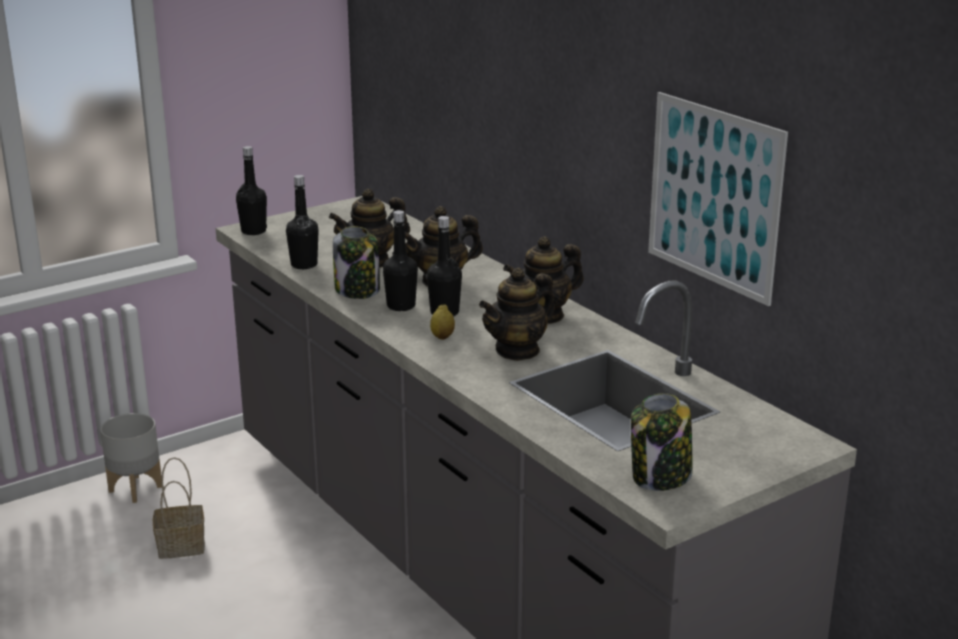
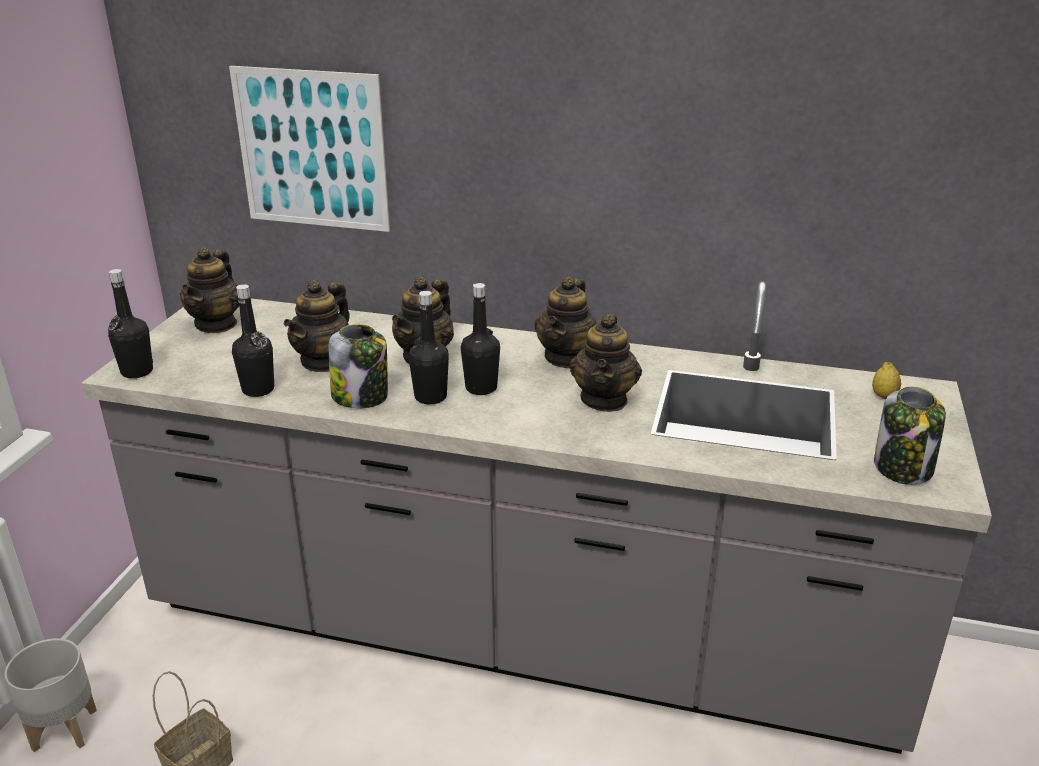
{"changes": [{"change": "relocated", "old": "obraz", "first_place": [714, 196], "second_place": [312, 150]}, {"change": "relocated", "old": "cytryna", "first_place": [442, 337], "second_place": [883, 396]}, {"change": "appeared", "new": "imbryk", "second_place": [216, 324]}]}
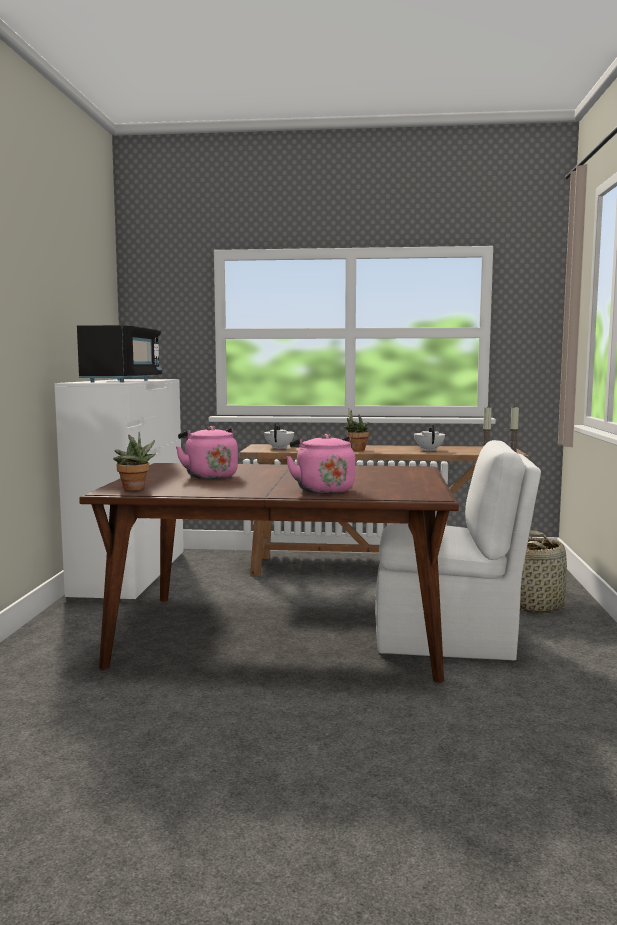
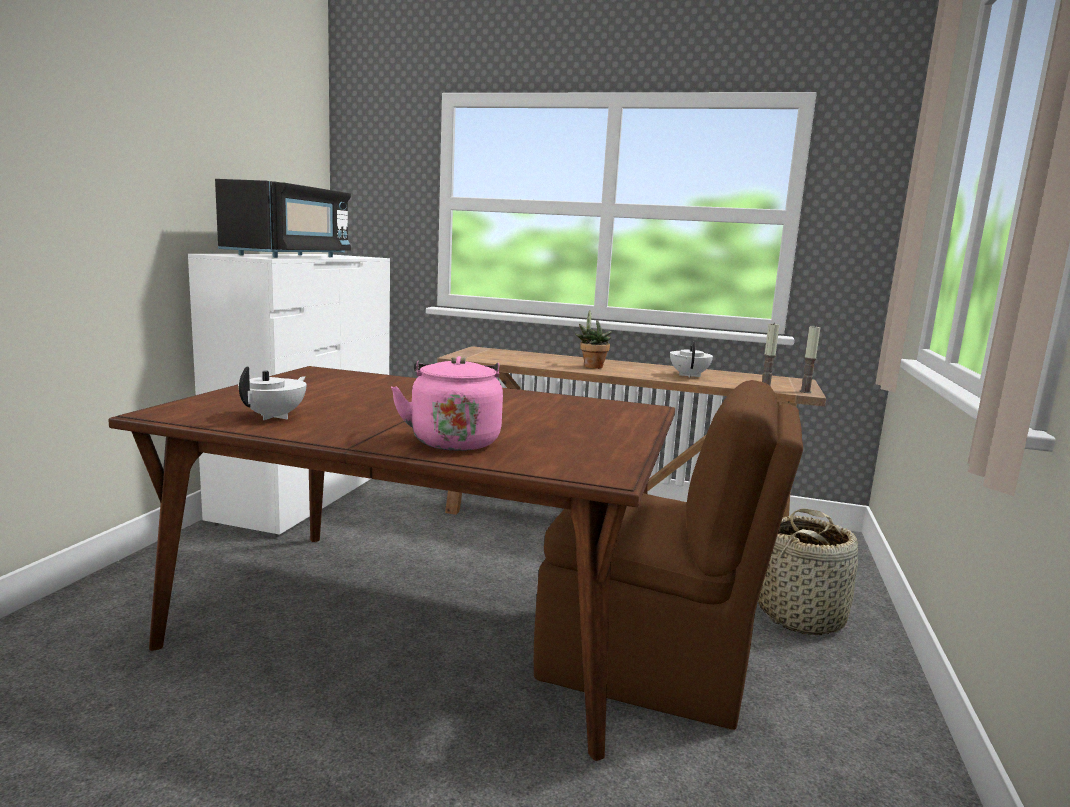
{"changes": [{"change": "relocated", "old": "imbryk/biały", "first_place": [279, 448], "second_place": [275, 416]}, {"change": "missing", "old": "czajnik/różowy", "first_place": [209, 476]}, {"change": "missing", "old": "roślina doniczkowa", "first_place": [135, 489]}, {"change": "colour", "old": "krzesło/biały", "new": "krzesło/brązowy", "first_place": [448, 639], "second_place": [650, 665]}]}
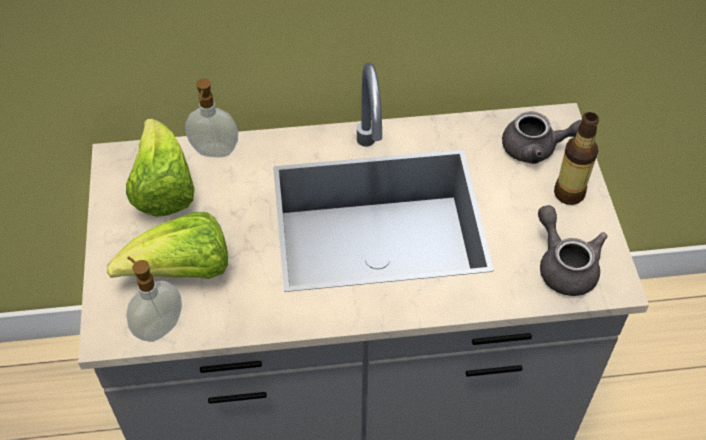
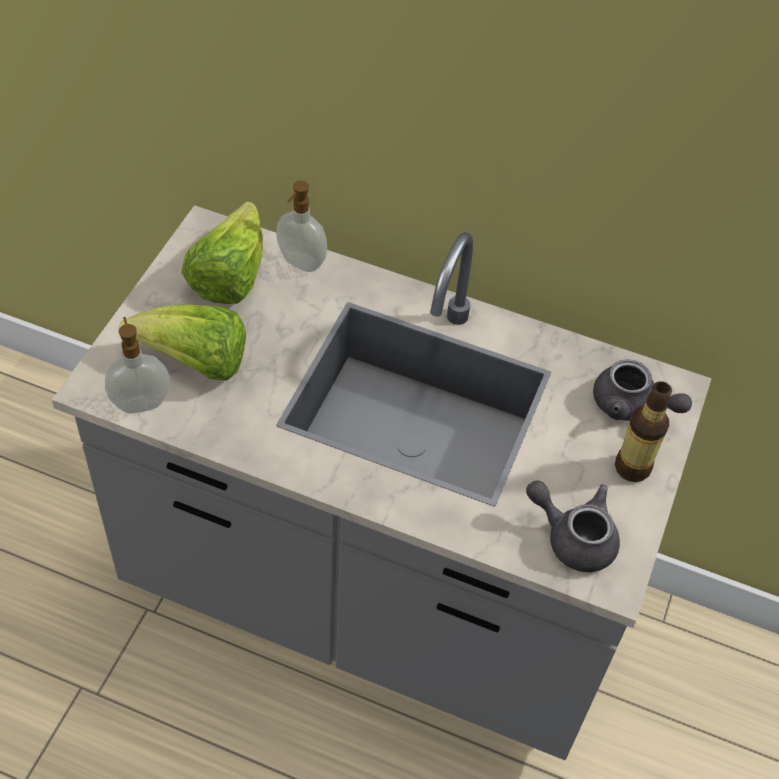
{"changes": [{"change": "spun", "old": "imbryk/szary", "first_place": [564, 265], "second_place": [573, 537], "degrees": -60}]}
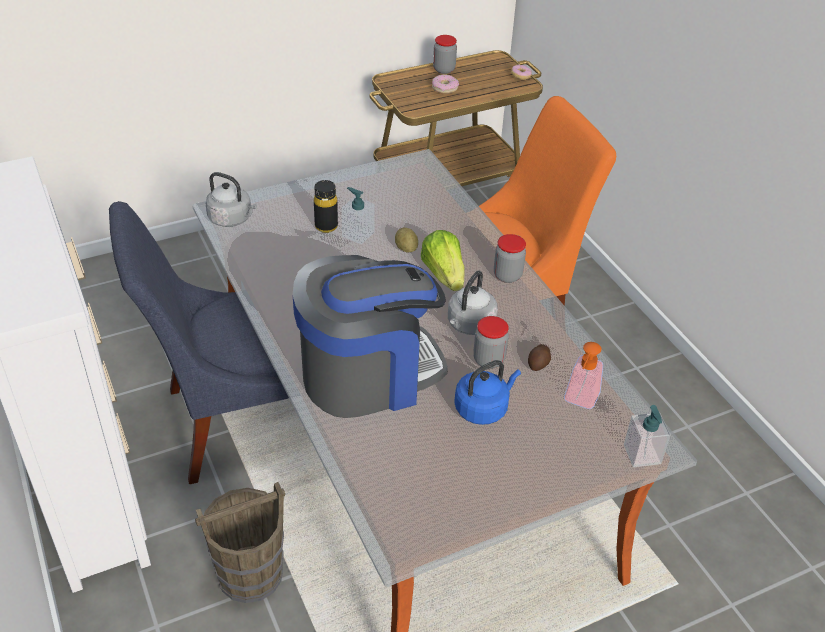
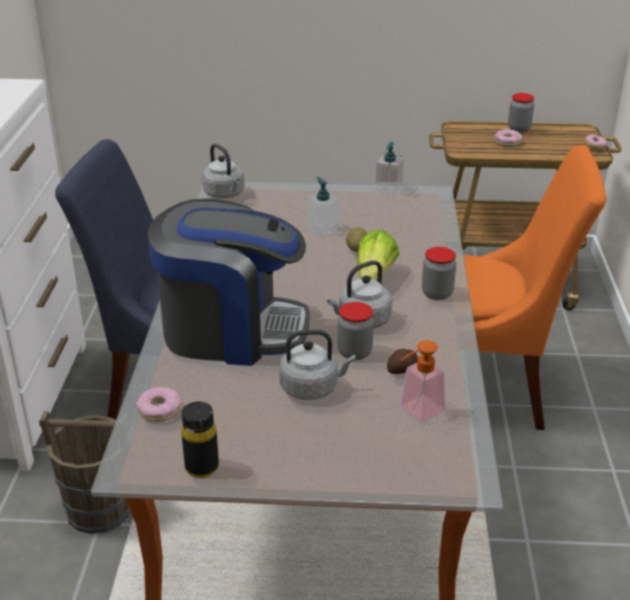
{"changes": [{"change": "relocated", "old": "butelka/czarny", "first_place": [326, 226], "second_place": [202, 467]}, {"change": "colour", "old": "czajnik/niebieski", "new": "czajnik/szary", "first_place": [483, 408], "second_place": [312, 388]}, {"change": "relocated", "old": "dozownik mydła", "first_place": [642, 454], "second_place": [388, 189]}, {"change": "appeared", "new": "donut", "second_place": [159, 410]}]}
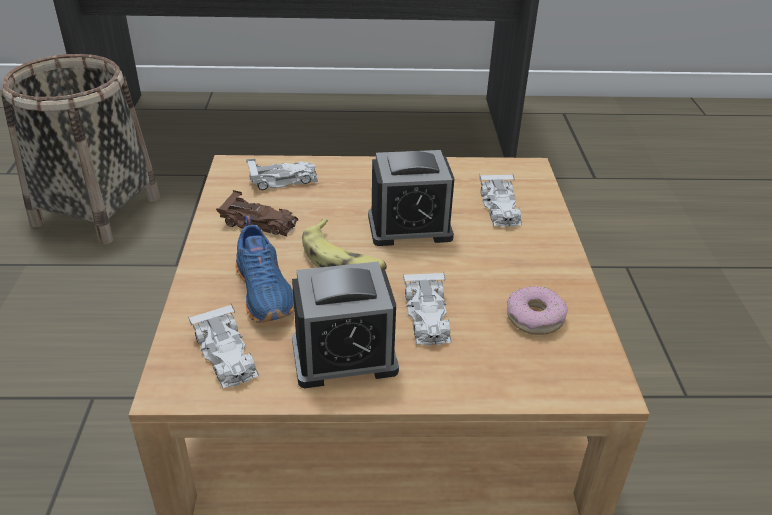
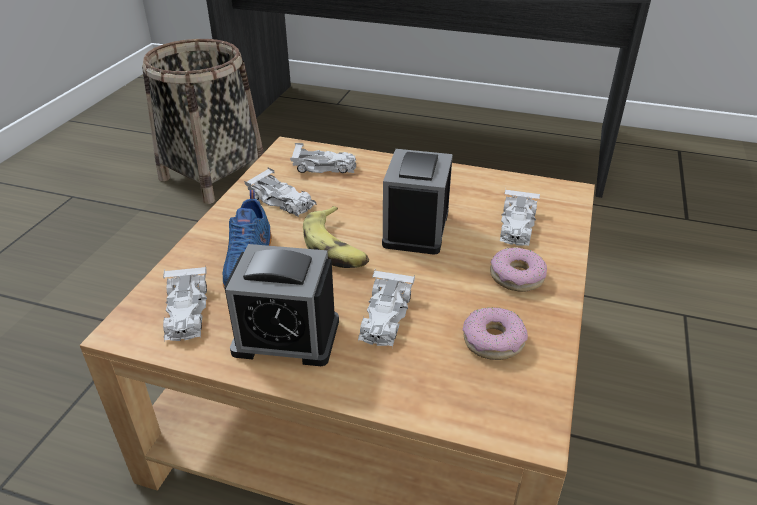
{"changes": [{"change": "spun", "old": "budzik", "first_place": [409, 227], "second_place": [416, 228], "degrees": 90}, {"change": "colour", "old": "samochodzik/brązowy", "new": "samochodzik/biały", "first_place": [260, 223], "second_place": [282, 201]}, {"change": "appeared", "new": "donut", "second_place": [516, 276]}]}
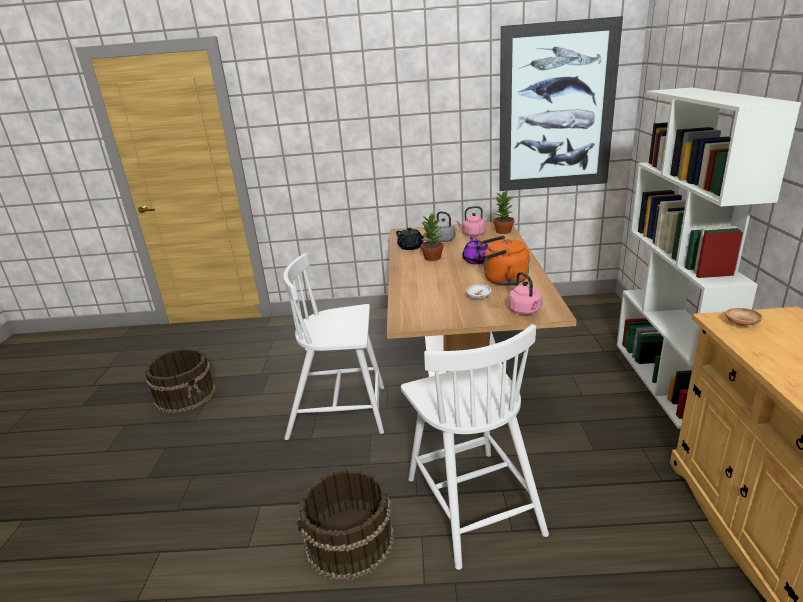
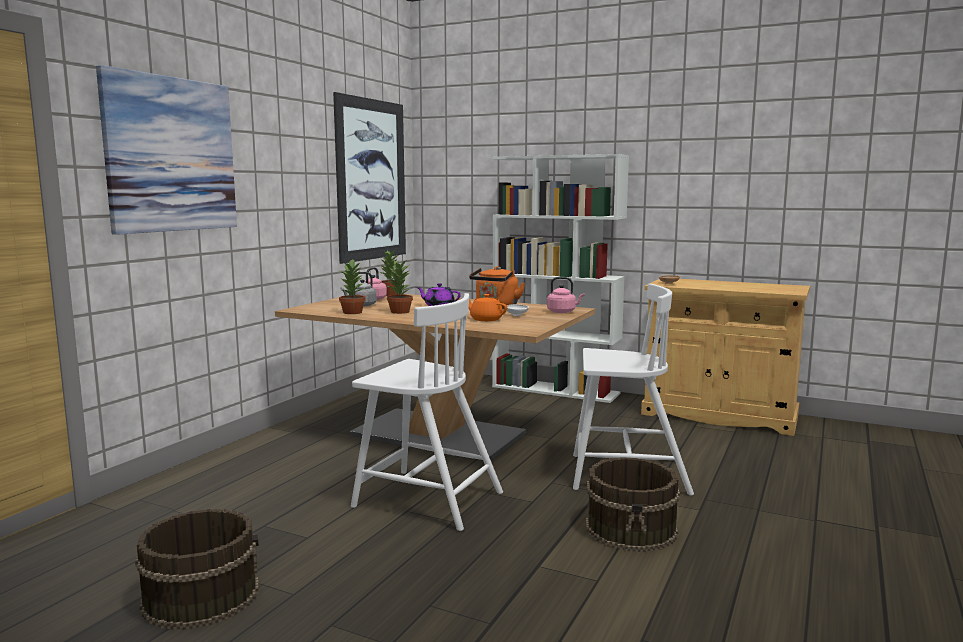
{"changes": [{"change": "exchanged", "old": "imbryk/czarny", "new": "roślina doniczkowa", "first_place": [411, 247], "second_place": [353, 312]}, {"change": "spun", "old": "krzesło/biały", "first_place": [340, 412], "second_place": [425, 499], "degrees": -90}, {"change": "appeared", "new": "obraz", "second_place": [171, 155]}, {"change": "appeared", "new": "imbryk/pomarańczowy", "second_place": [485, 319]}]}
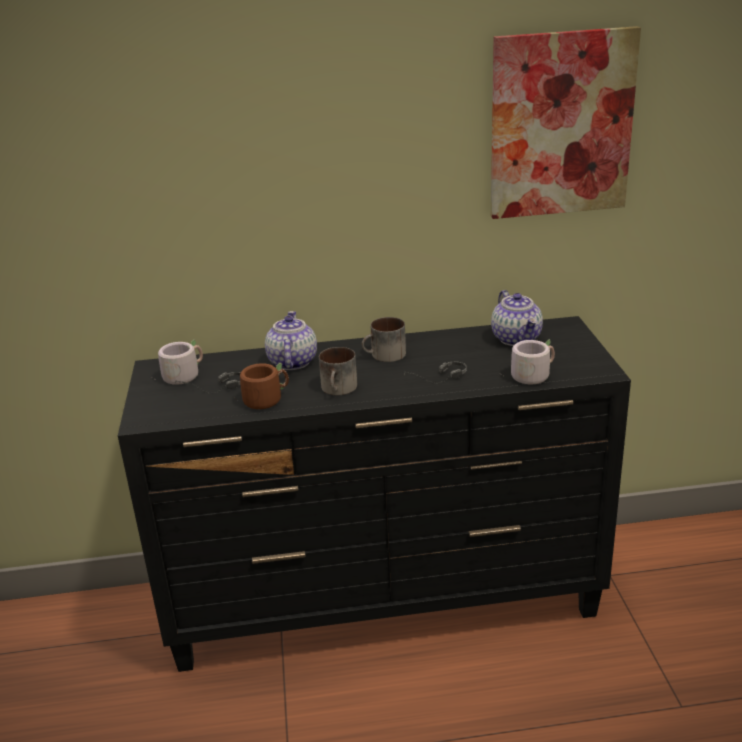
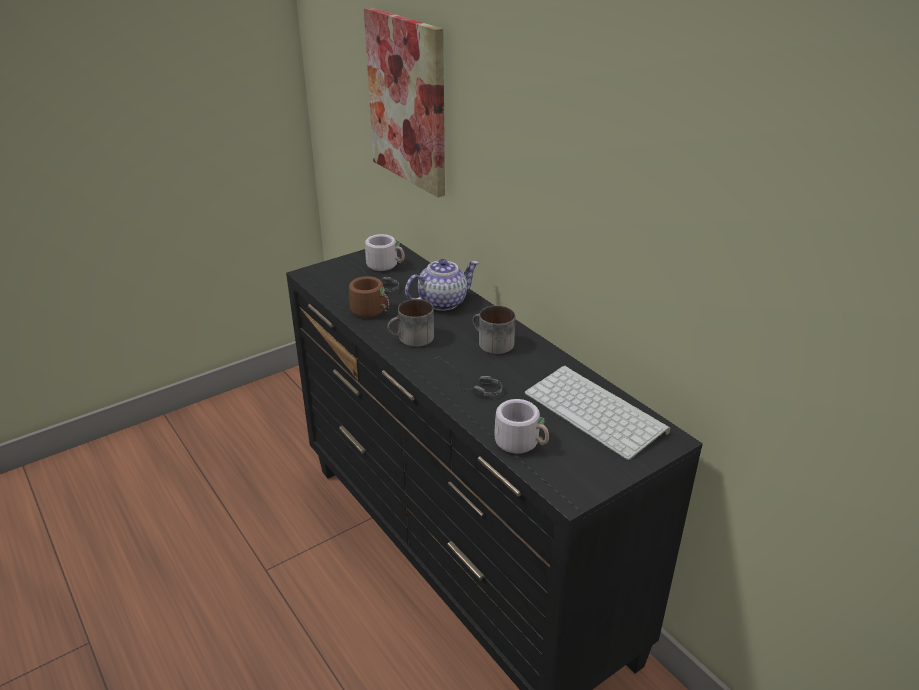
{"changes": [{"change": "relocated", "old": "obraz", "first_place": [560, 125], "second_place": [408, 101]}, {"change": "exchanged", "old": "imbryk", "new": "klawiatura", "first_place": [517, 339], "second_place": [597, 412]}]}
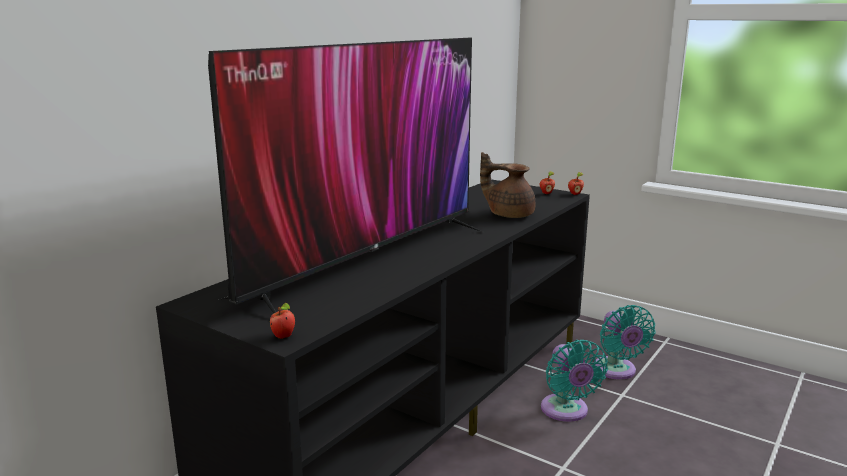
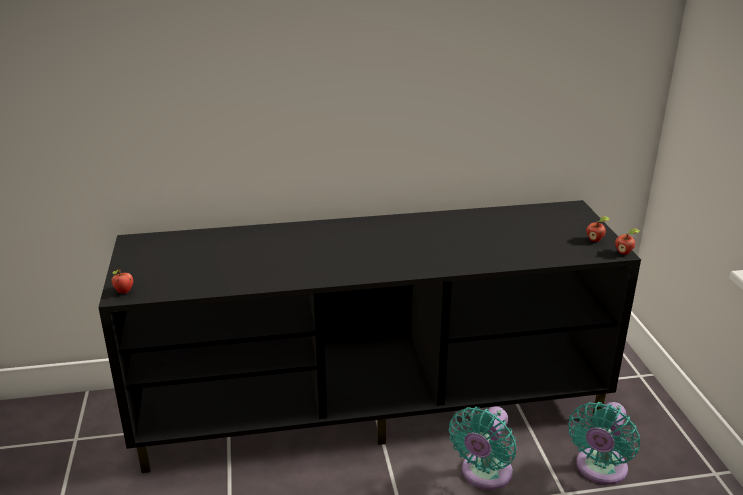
{"changes": [{"change": "missing", "old": "telewizor", "first_place": [366, 260]}, {"change": "missing", "old": "imbryk/brązowy", "first_place": [509, 214]}]}
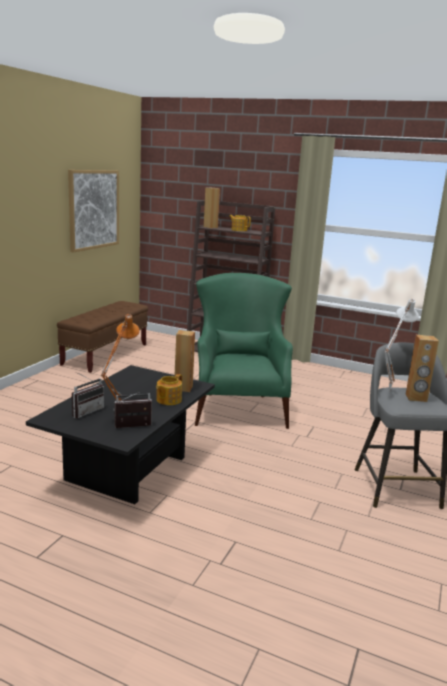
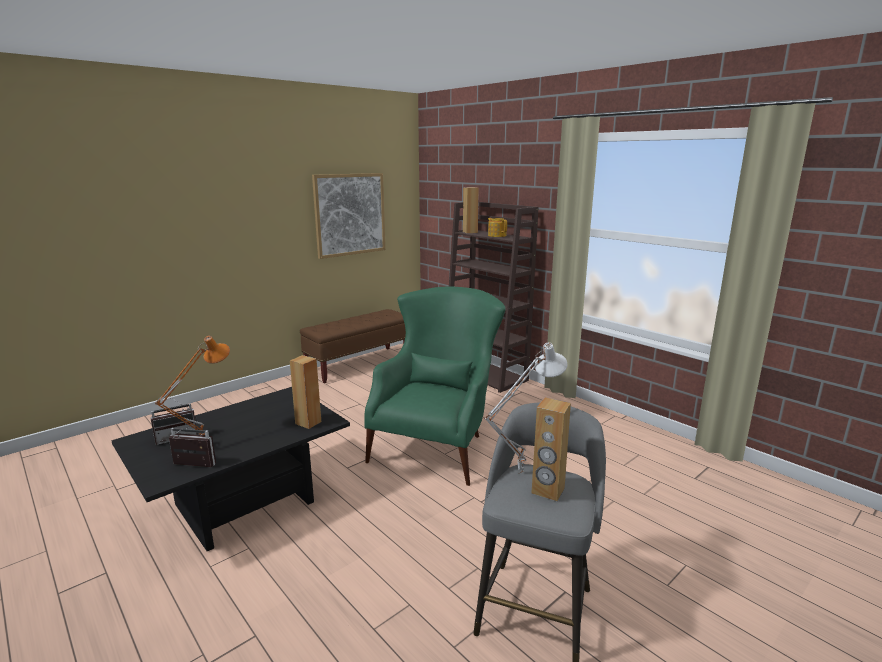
{"changes": [{"change": "missing", "old": "imbryk", "first_place": [168, 400]}]}
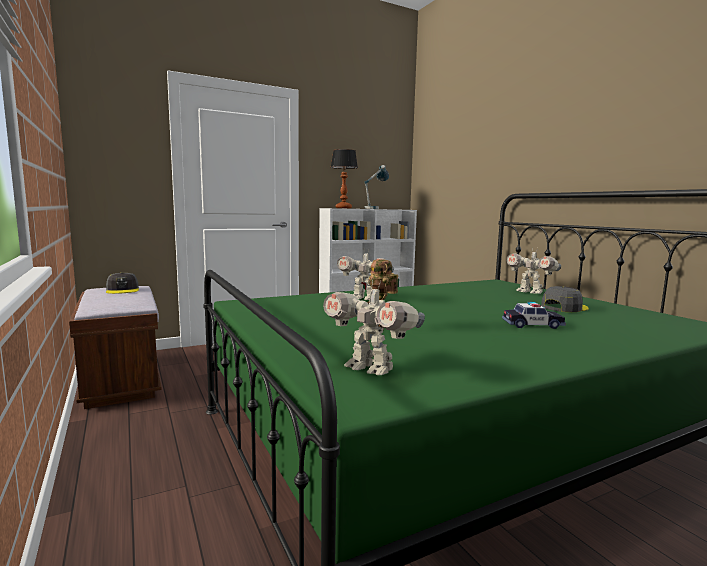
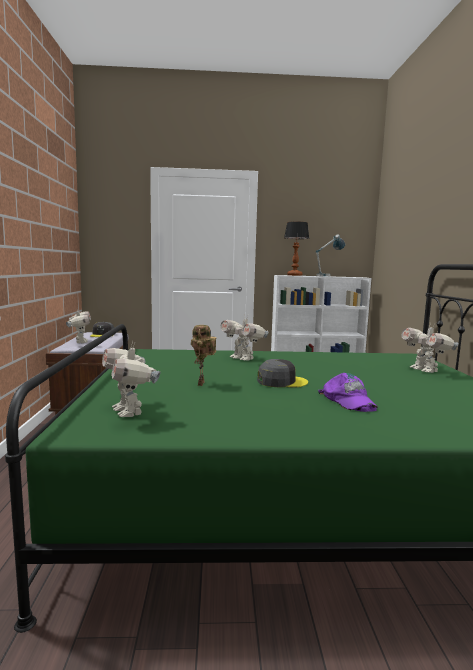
{"changes": [{"change": "relocated", "old": "czapka z daszkiem/szary", "first_place": [564, 307], "second_place": [281, 381]}, {"change": "exchanged", "old": "samochodzik", "new": "czapka z daszkiem/fioletowy", "first_place": [532, 325], "second_place": [348, 400]}, {"change": "appeared", "new": "robot zabawkowy", "second_place": [80, 342]}]}
